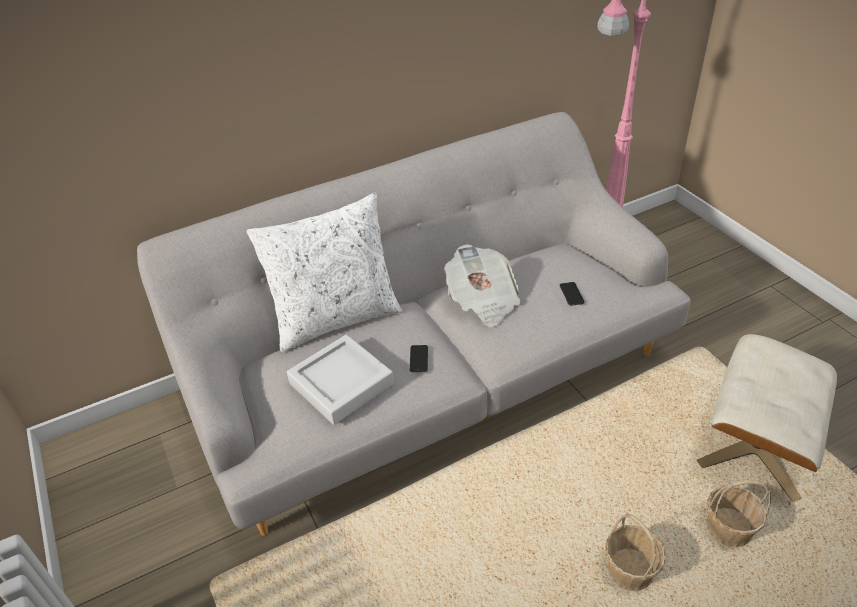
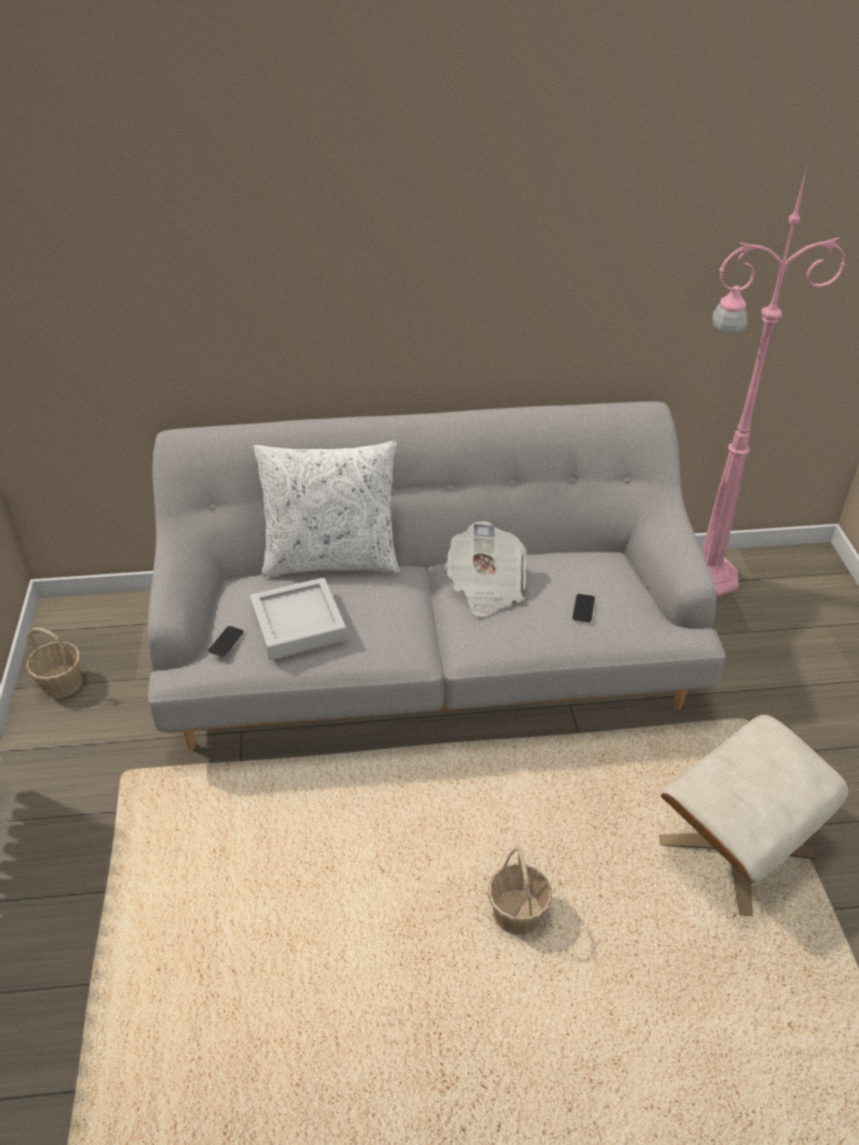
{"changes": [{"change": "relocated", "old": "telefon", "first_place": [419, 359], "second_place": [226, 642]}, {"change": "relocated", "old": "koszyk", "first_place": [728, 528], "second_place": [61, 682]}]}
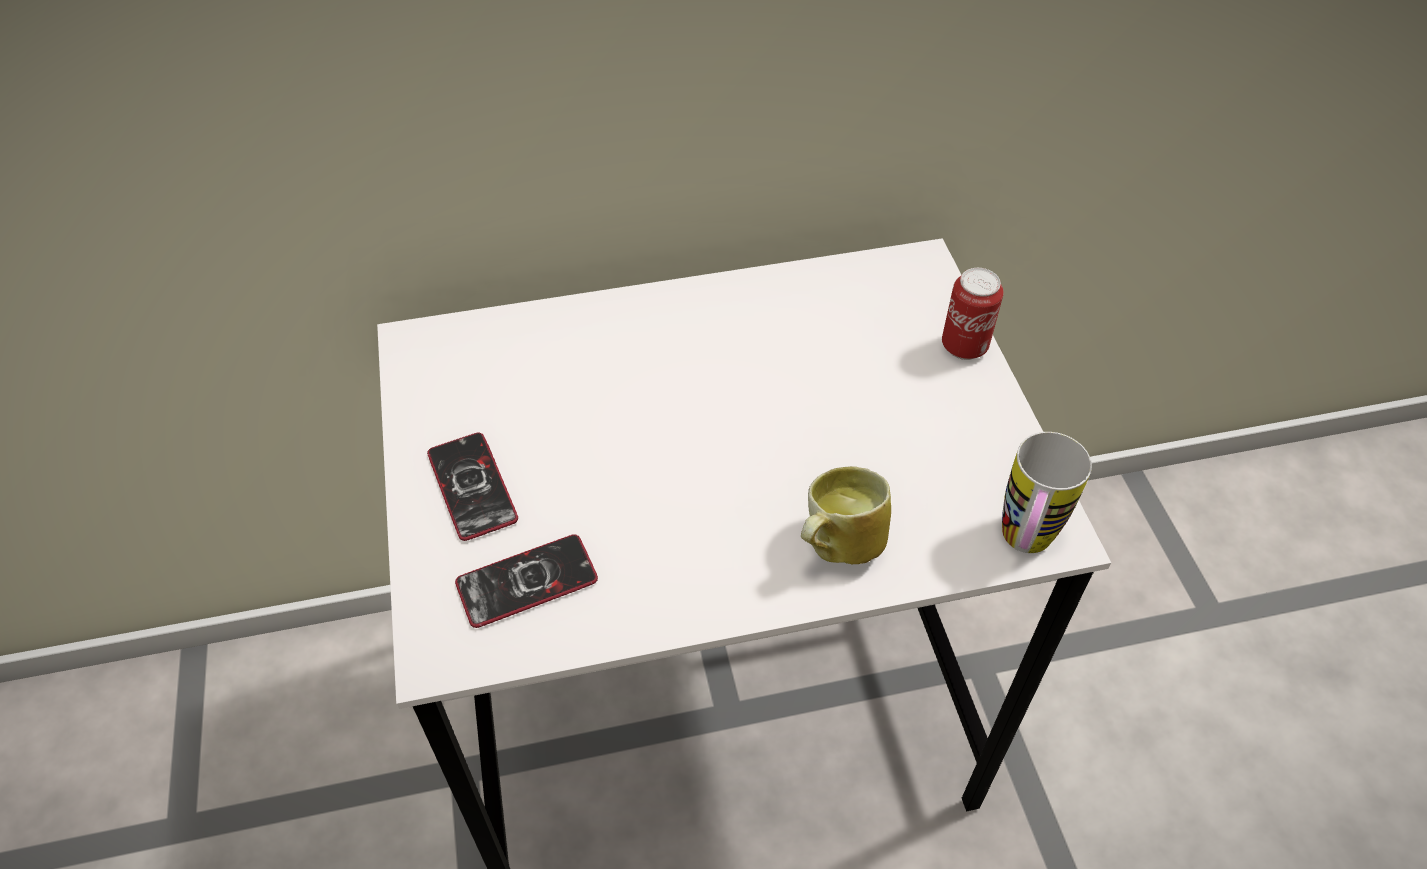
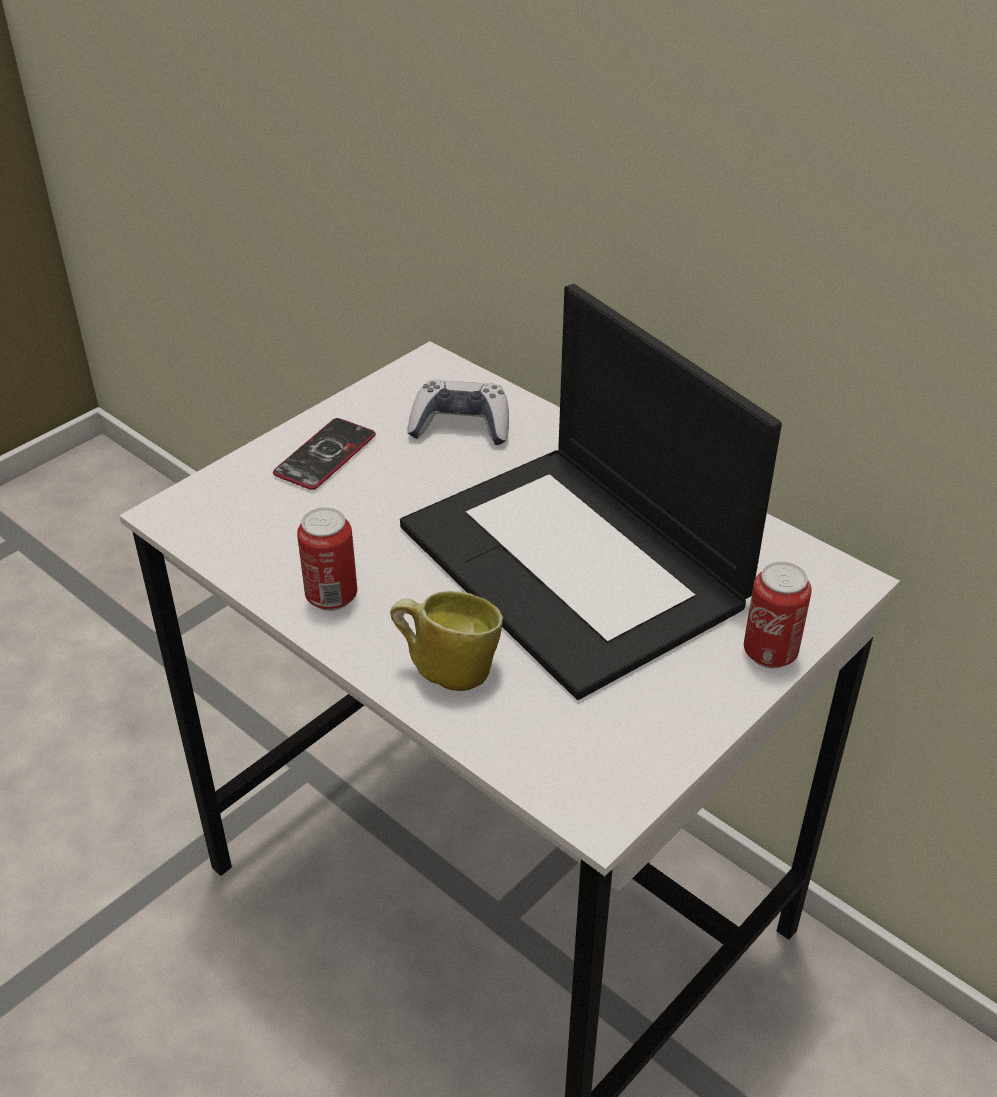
{"changes": [{"change": "missing", "old": "kubek", "first_place": [1022, 546]}, {"change": "missing", "old": "telefon", "first_place": [527, 582]}, {"change": "appeared", "new": "laptop", "second_place": [576, 566]}, {"change": "appeared", "new": "pad do gier", "second_place": [461, 426]}, {"change": "appeared", "new": "puszka", "second_place": [331, 597]}]}
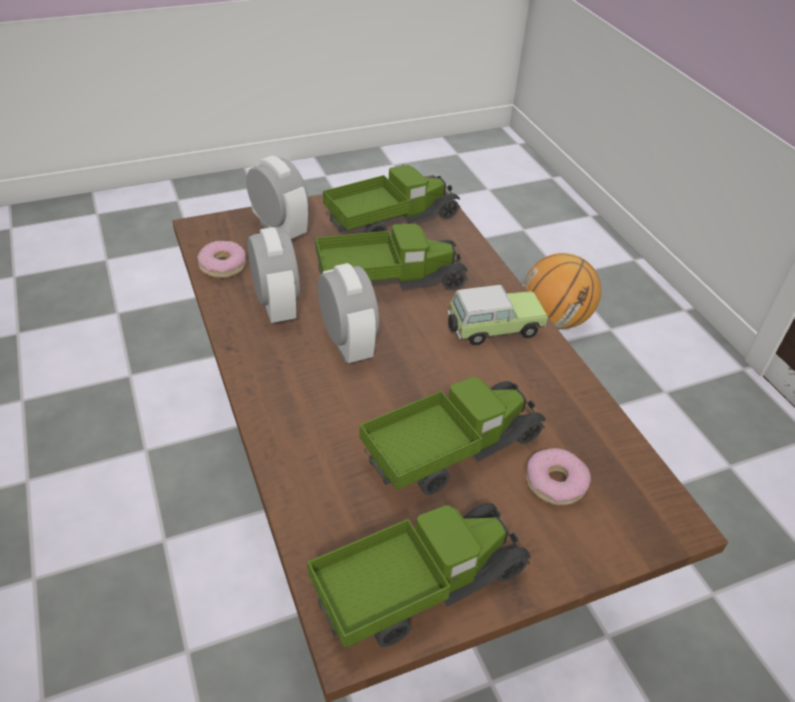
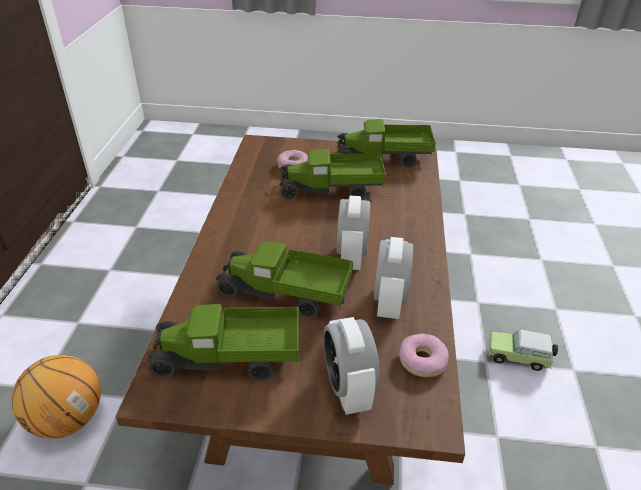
{"changes": [{"change": "relocated", "old": "samochodzik", "first_place": [491, 329], "second_place": [520, 357]}]}
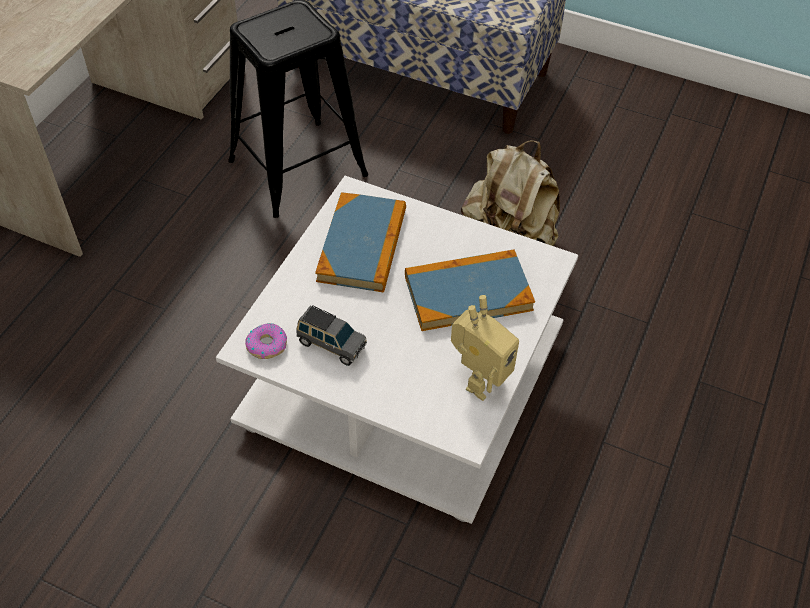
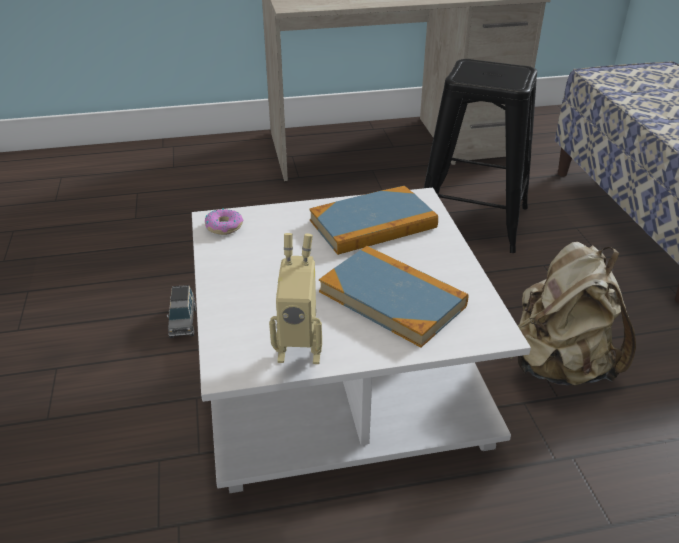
{"changes": [{"change": "relocated", "old": "samochodzik/szary", "first_place": [331, 344], "second_place": [183, 322]}]}
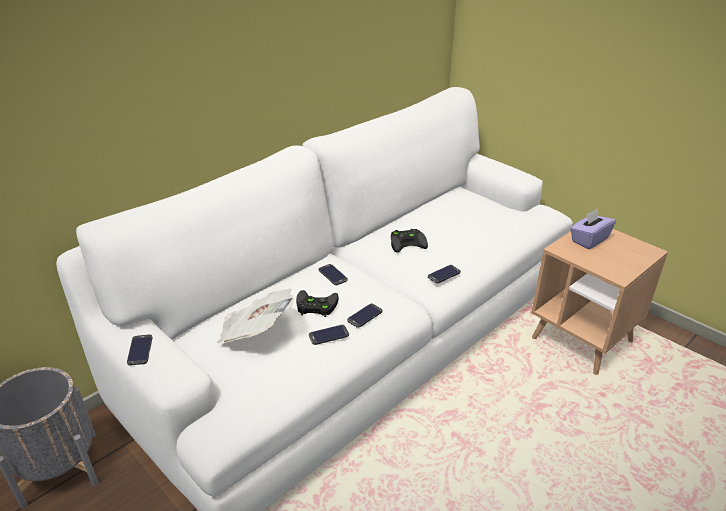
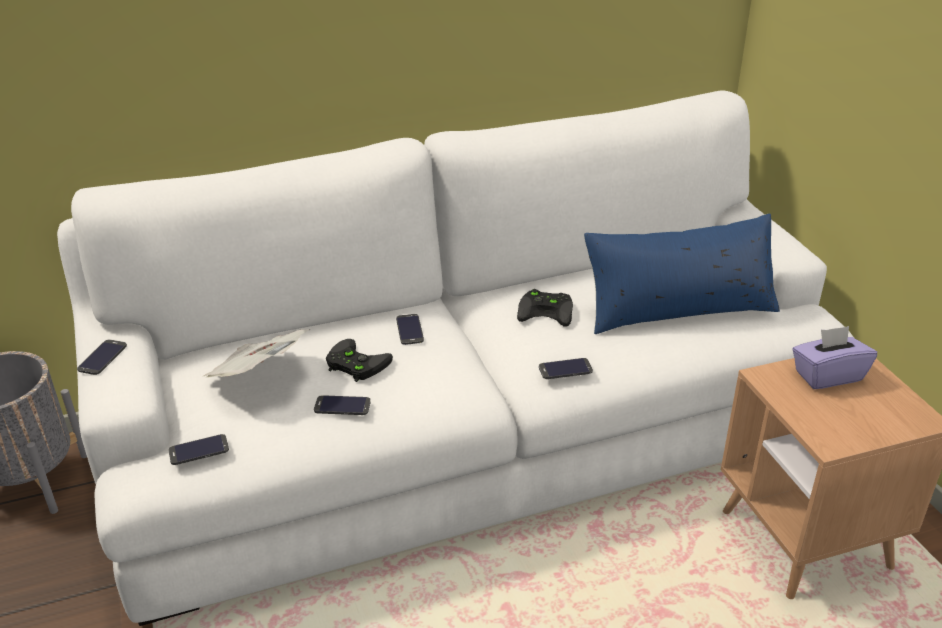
{"changes": [{"change": "relocated", "old": "telefon", "first_place": [364, 315], "second_place": [198, 450]}, {"change": "appeared", "new": "poduszka/niebieski", "second_place": [678, 309]}]}
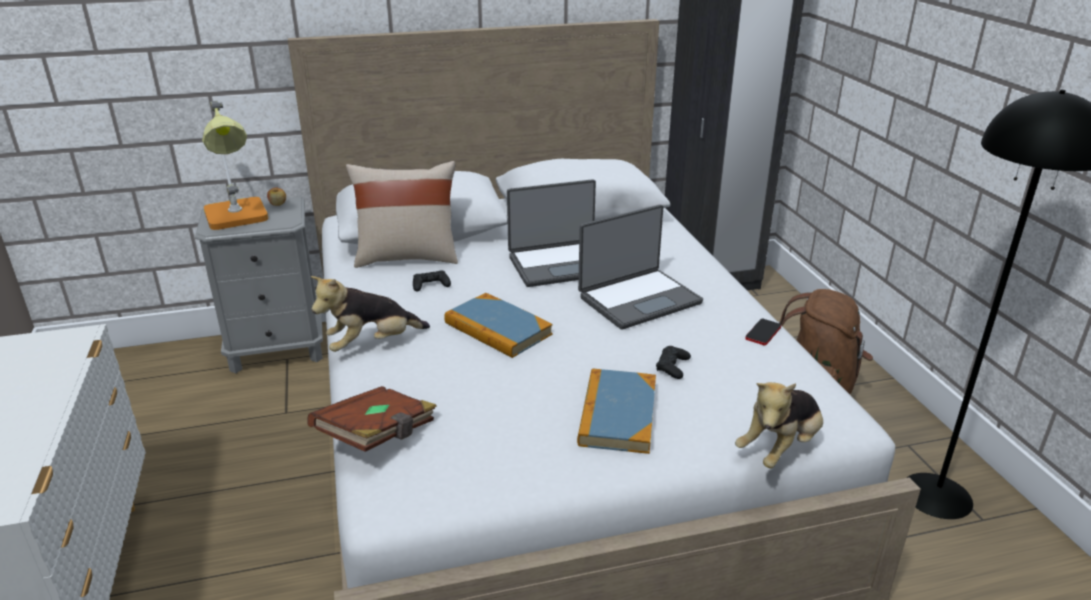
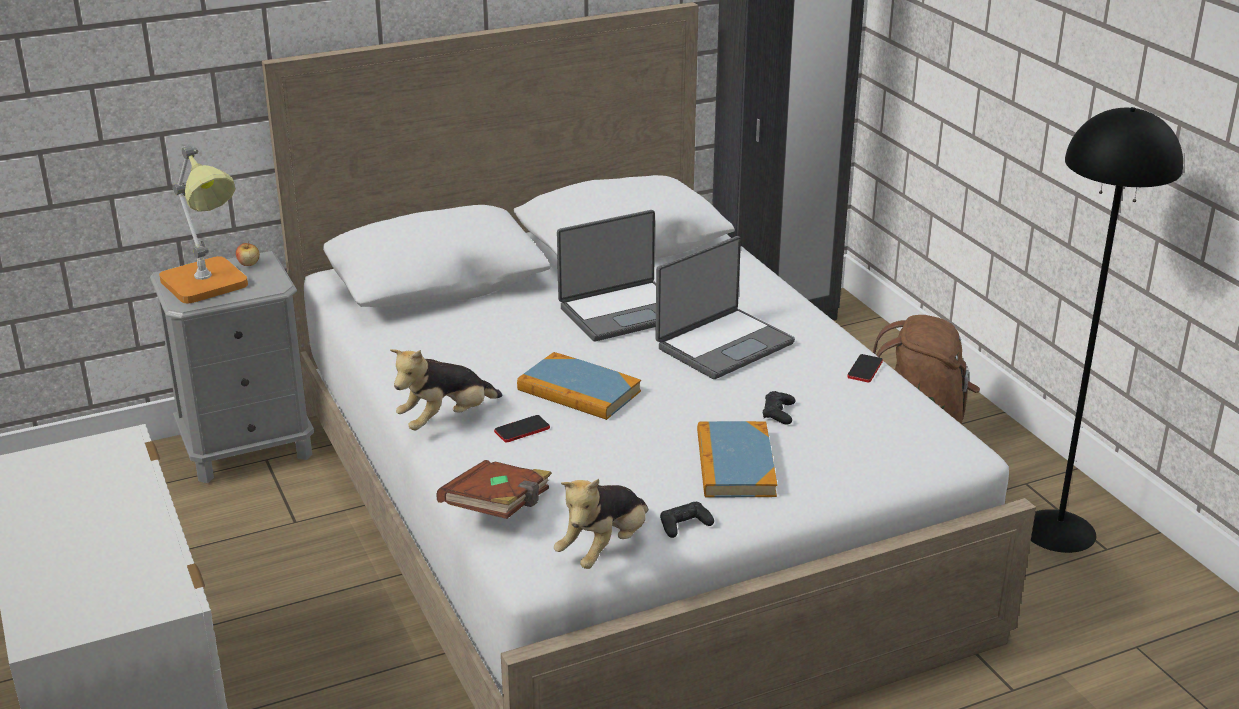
{"changes": [{"change": "missing", "old": "poduszka/beżowy", "first_place": [407, 257]}, {"change": "relocated", "old": "pad do gier/czarny", "first_place": [431, 285], "second_place": [684, 525]}, {"change": "relocated", "old": "pluszak", "first_place": [780, 448], "second_place": [604, 548]}, {"change": "appeared", "new": "telefon", "second_place": [522, 430]}]}
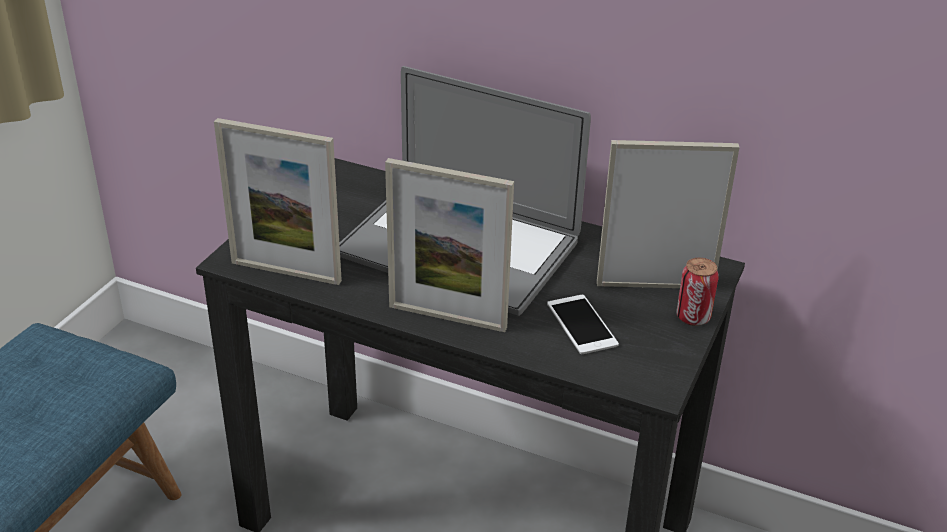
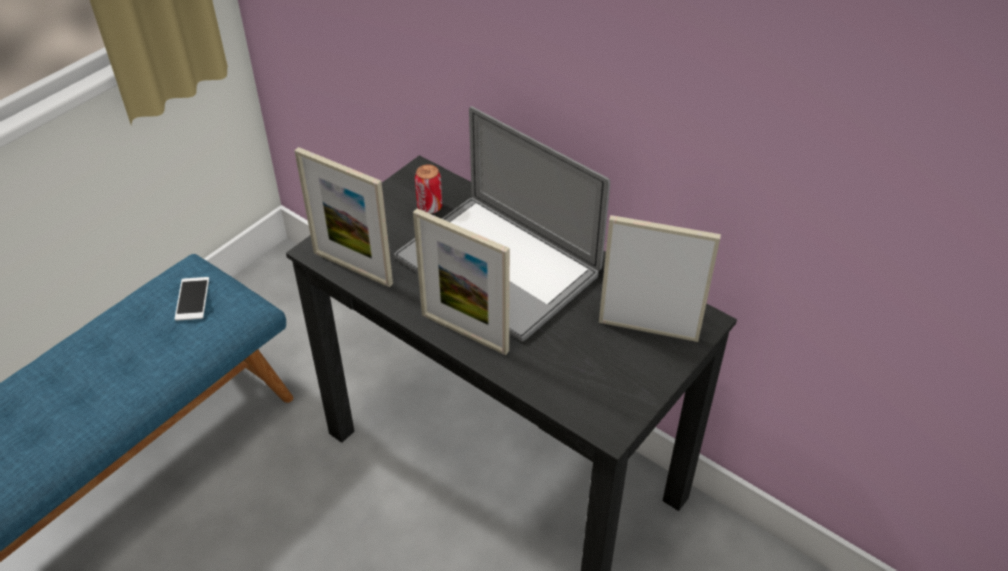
{"changes": [{"change": "relocated", "old": "puszka", "first_place": [693, 317], "second_place": [429, 207]}, {"change": "relocated", "old": "telefon", "first_place": [581, 324], "second_place": [192, 299]}]}
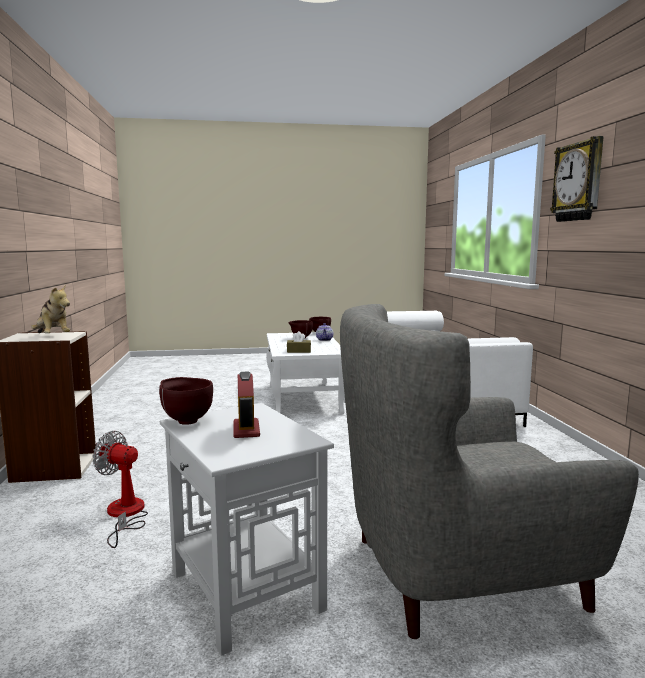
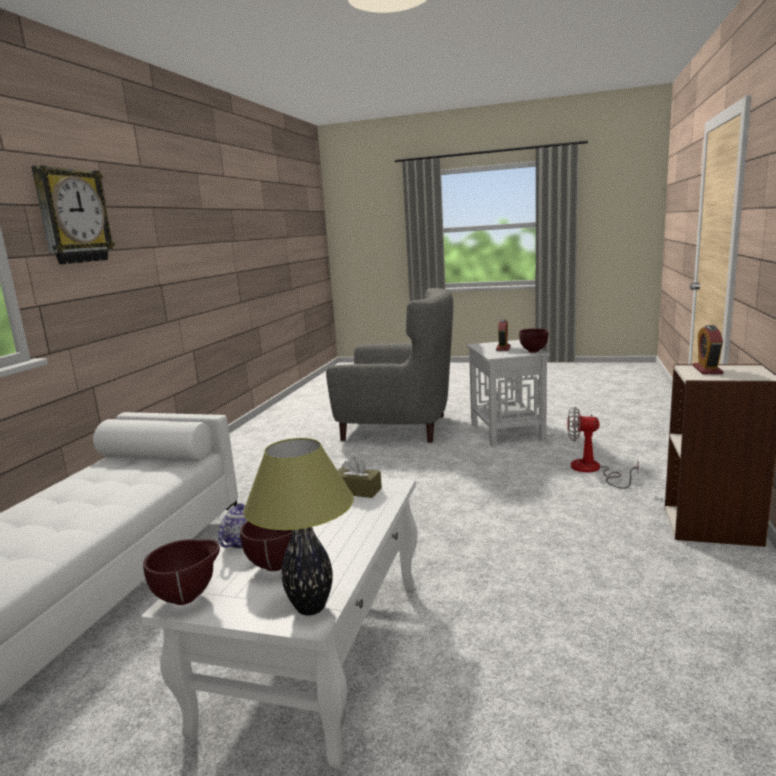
{"changes": [{"change": "exchanged", "old": "pluszak", "new": "budzik", "first_place": [52, 337], "second_place": [707, 370]}, {"change": "spun", "old": "wentylator", "first_place": [125, 515], "second_place": [592, 470], "degrees": 150}, {"change": "appeared", "new": "lampa stołowa", "second_place": [310, 608]}]}
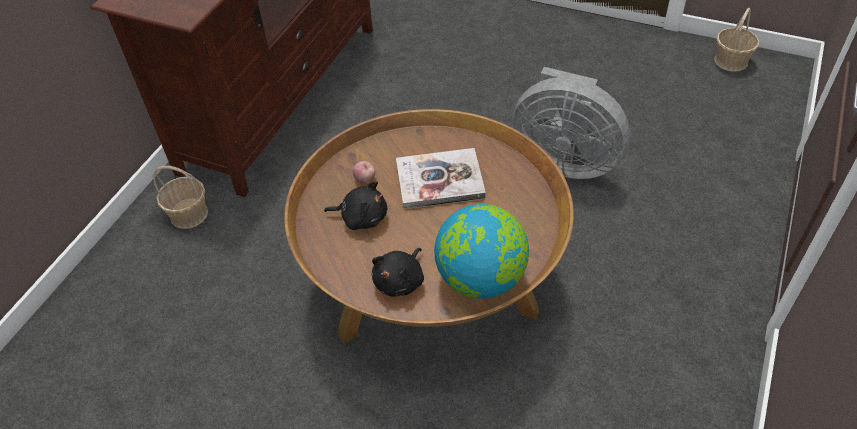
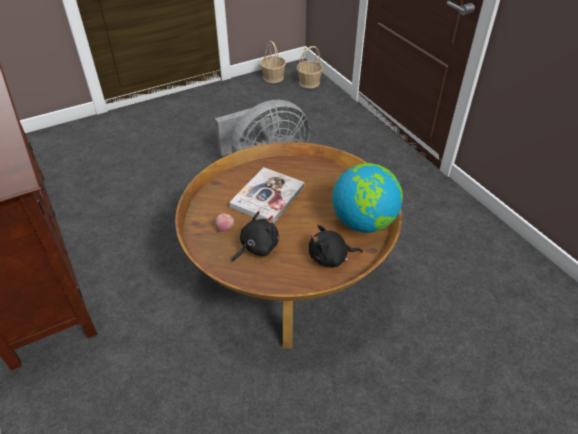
{"changes": [{"change": "relocated", "old": "koszyk", "first_place": [189, 214], "second_place": [309, 82]}, {"change": "spun", "old": "pluszak/czarny", "first_place": [400, 281], "second_place": [330, 257], "degrees": 105}]}
